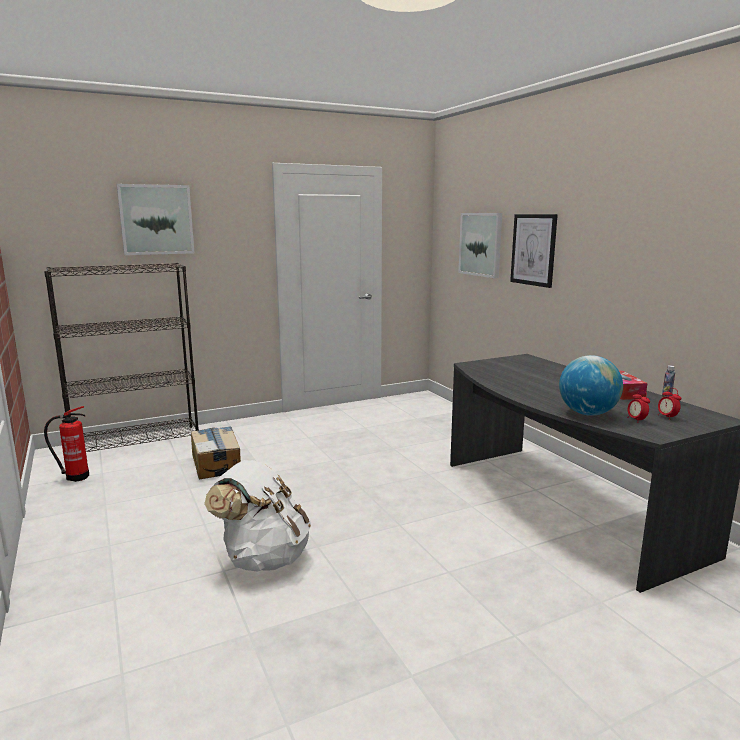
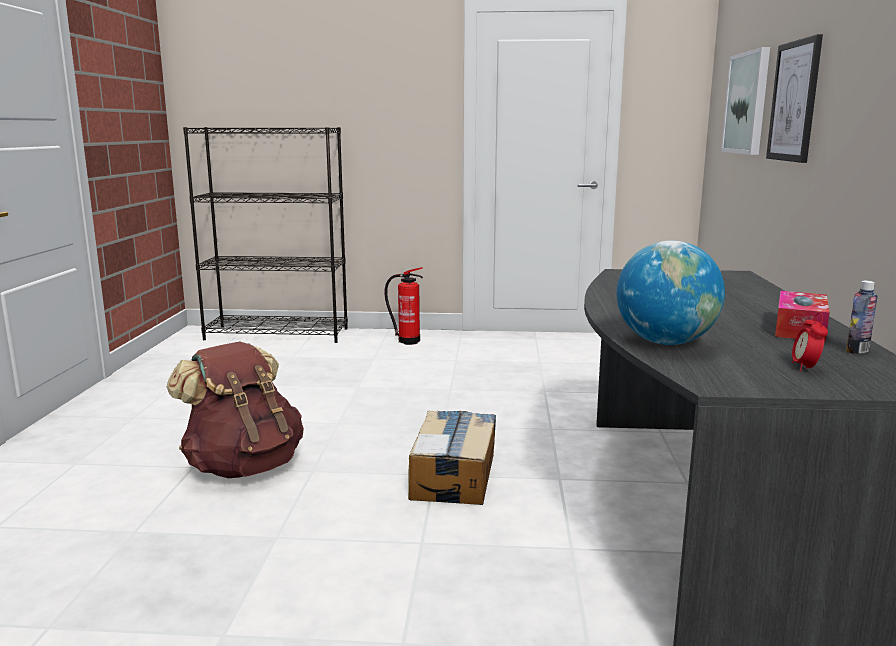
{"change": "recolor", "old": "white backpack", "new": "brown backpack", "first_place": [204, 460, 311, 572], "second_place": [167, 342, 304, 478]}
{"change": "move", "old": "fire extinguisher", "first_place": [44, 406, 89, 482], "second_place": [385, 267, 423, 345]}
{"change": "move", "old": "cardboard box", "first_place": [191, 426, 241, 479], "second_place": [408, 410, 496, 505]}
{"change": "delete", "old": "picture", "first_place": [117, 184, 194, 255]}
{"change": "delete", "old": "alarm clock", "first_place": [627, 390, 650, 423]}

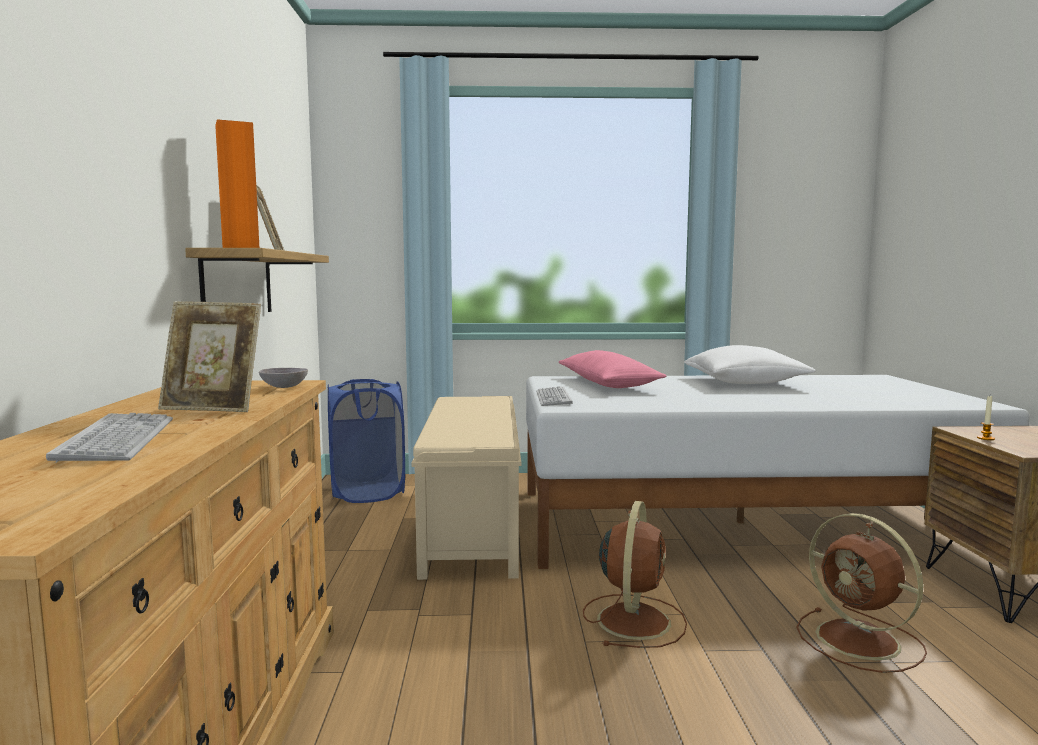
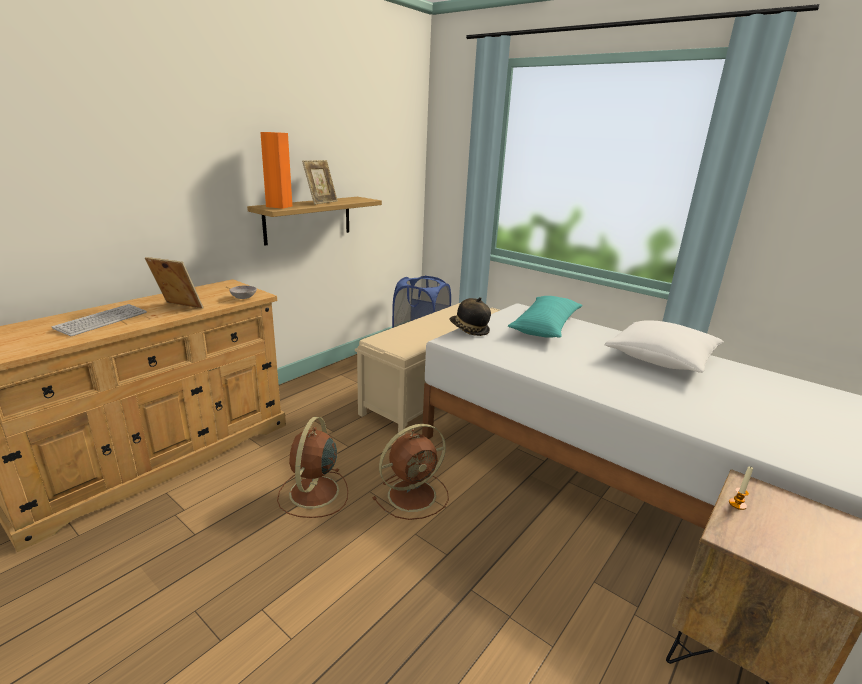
{"change": "rotate", "old": "picture frame", "first_place": [158, 301, 261, 412], "second_place": [145, 257, 204, 309], "degrees": 150}
{"change": "move", "old": "brown fan", "first_place": [796, 513, 927, 673], "second_place": [277, 417, 348, 518]}
{"change": "replace", "old": "keyboard", "new": "hat", "first_place": [536, 386, 573, 406], "second_place": [450, 297, 491, 336]}
{"change": "recolor", "old": "pink pillow", "new": "turquoise pillow", "first_place": [559, 350, 667, 388], "second_place": [508, 296, 582, 338]}

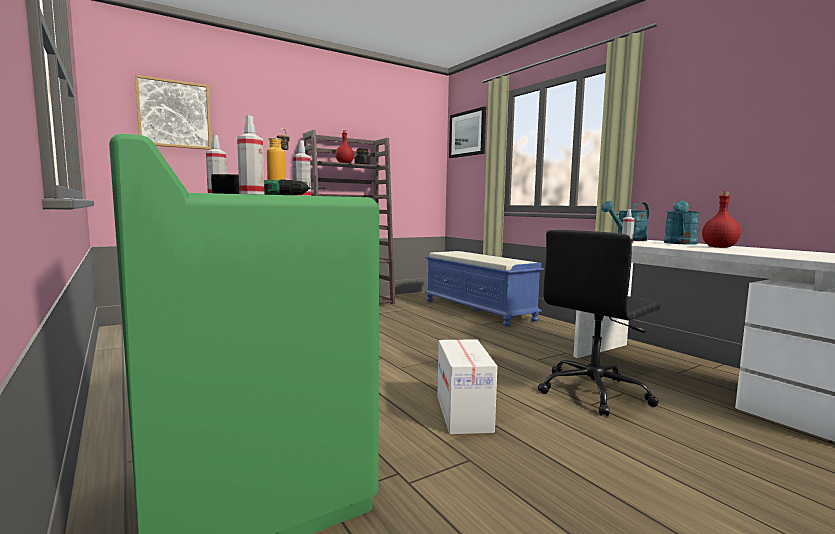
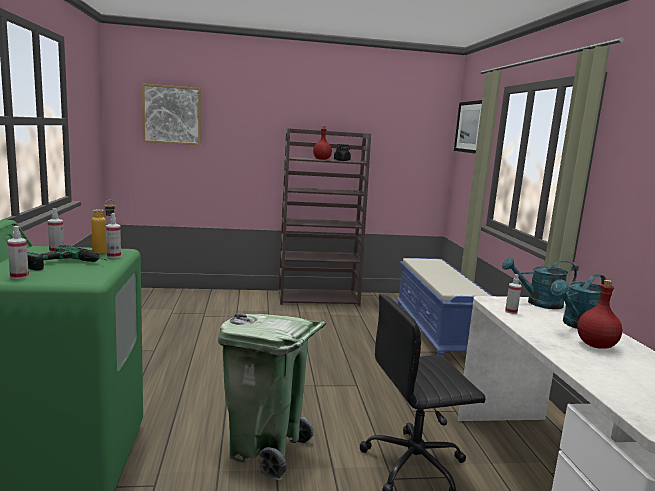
{"change": "replace", "old": "cardboard box", "new": "green trash can", "first_place": [437, 339, 497, 434], "second_place": [218, 313, 326, 480]}

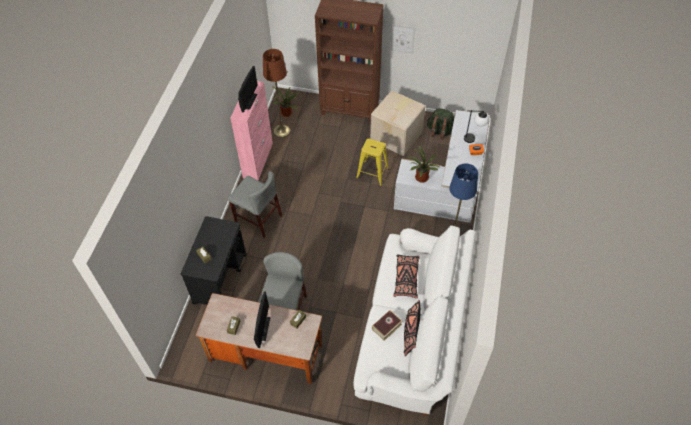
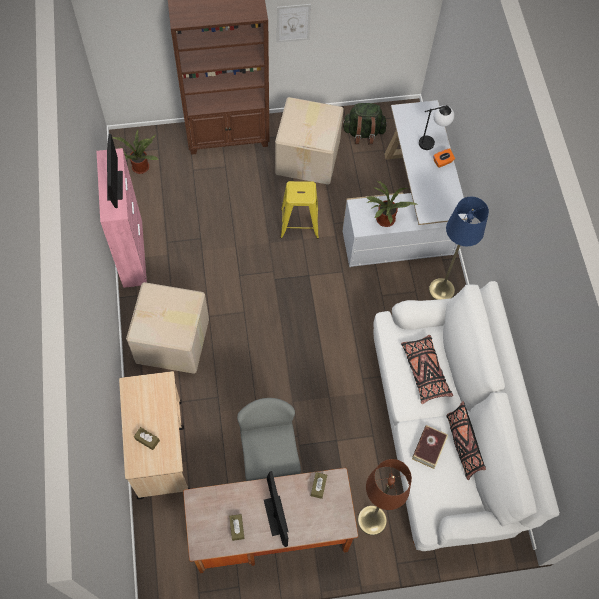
{"change": "recolor", "old": "black cart", "new": "beige cart", "first_place": [181, 216, 247, 305], "second_place": [119, 371, 190, 499]}
{"change": "replace", "old": "grey chair", "new": "cardboard box", "first_place": [228, 171, 282, 238], "second_place": [126, 282, 209, 374]}
{"change": "move", "old": "brown floor lamp", "first_place": [263, 49, 290, 138], "second_place": [358, 459, 412, 535]}

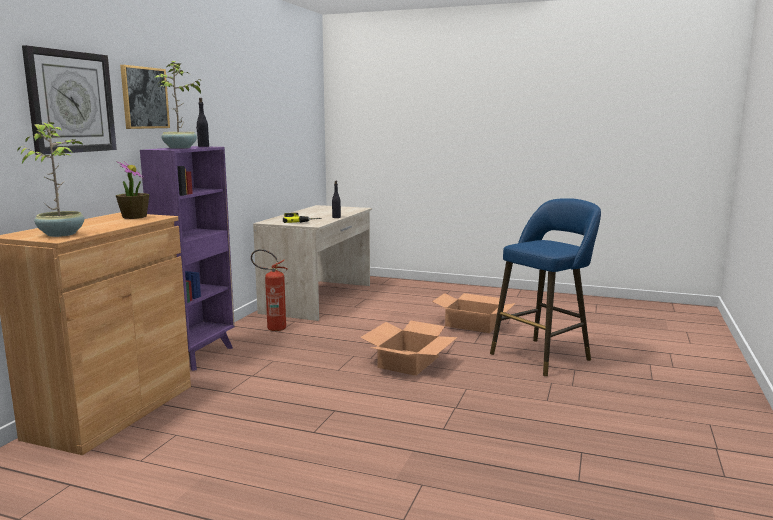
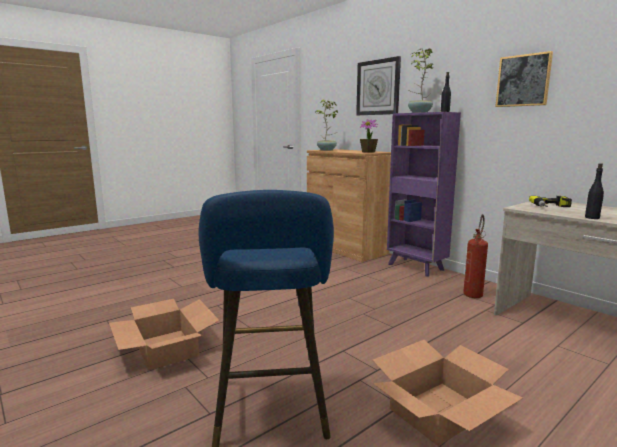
{"change": "move", "old": "cardboard box", "first_place": [360, 320, 458, 376], "second_place": [109, 299, 219, 370]}
{"change": "move", "old": "picture", "first_place": [120, 65, 170, 129], "second_place": [495, 51, 553, 107]}

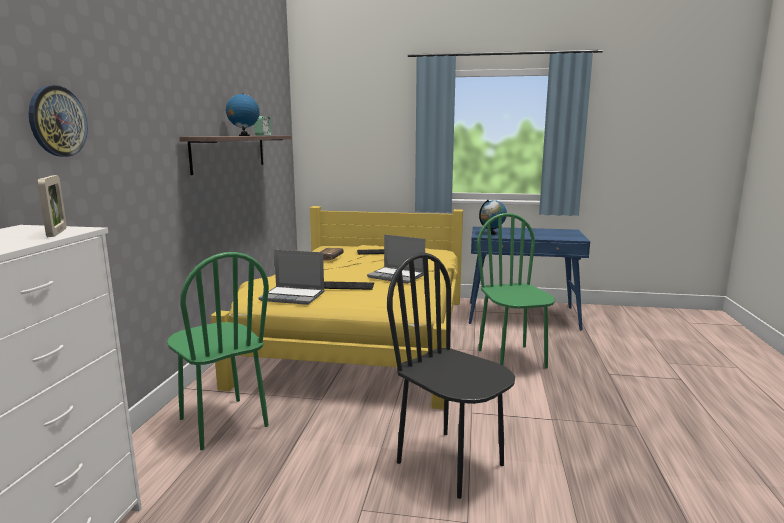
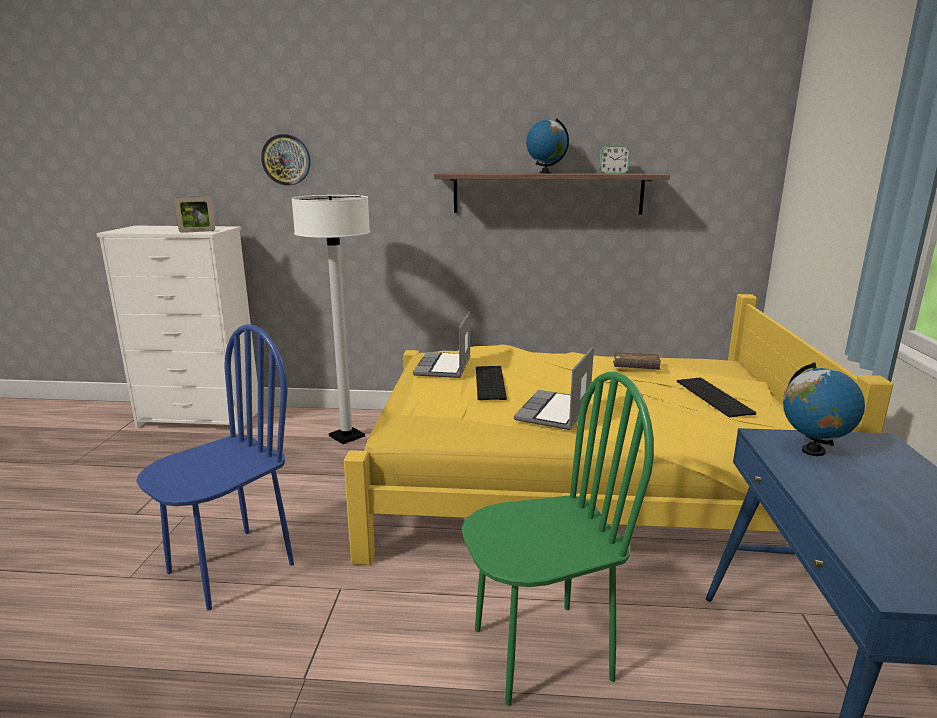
{"change": "recolor", "old": "black chair", "new": "blue chair", "first_place": [387, 252, 515, 499], "second_place": [136, 324, 294, 611]}
{"change": "replace", "old": "green chair", "new": "white floor lamp", "first_place": [167, 252, 269, 450], "second_place": [291, 195, 370, 444]}

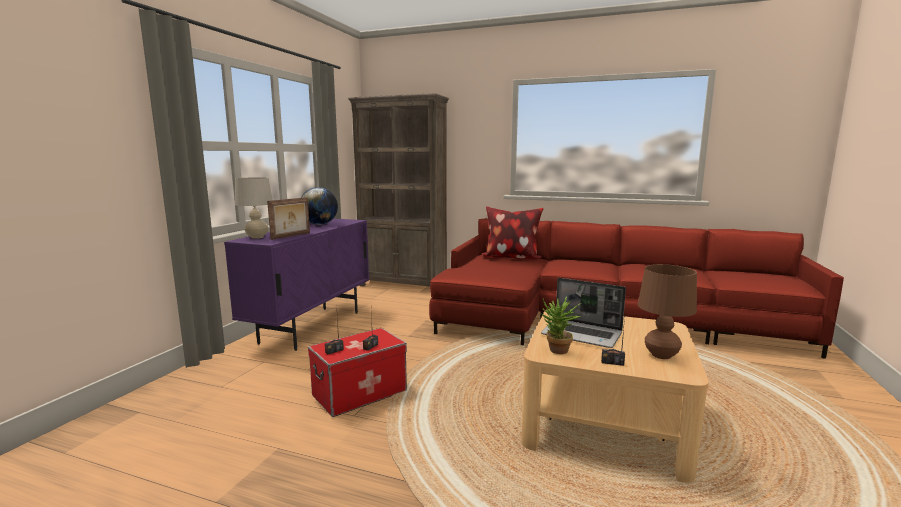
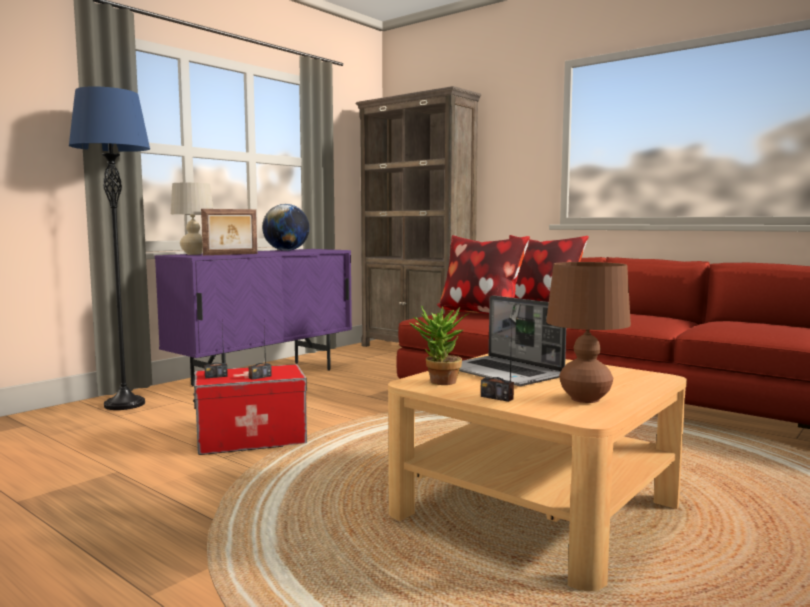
{"change": "insert", "new": "blue floor lamp", "second_place": [69, 86, 150, 410]}
{"change": "insert", "new": "pillow", "second_place": [436, 235, 530, 314]}

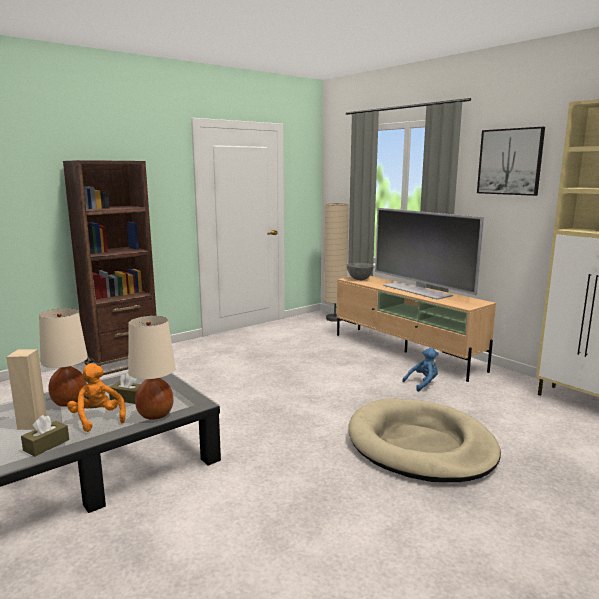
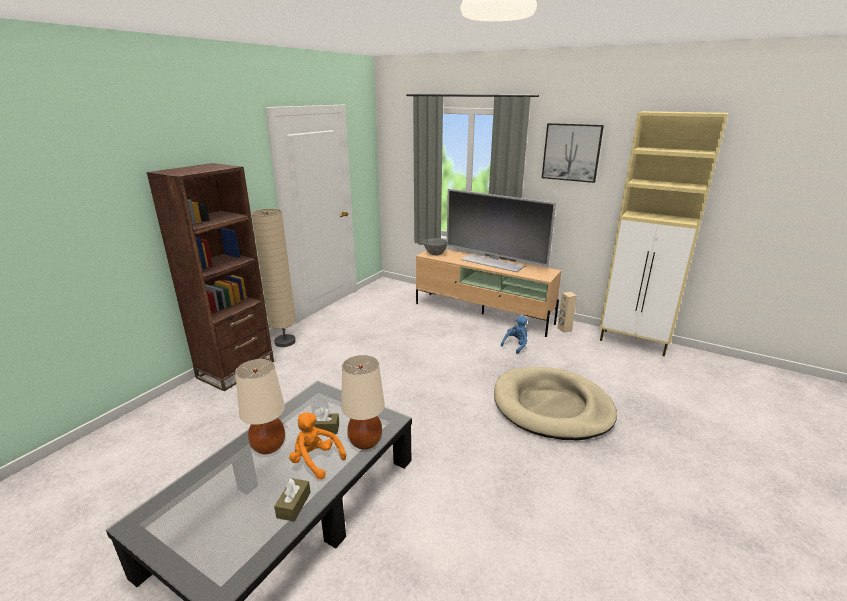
{"change": "move", "old": "beige floor lamp", "first_place": [324, 203, 349, 322], "second_place": [251, 208, 296, 347]}
{"change": "move", "old": "beige speaker", "first_place": [7, 349, 47, 430], "second_place": [557, 292, 577, 333]}

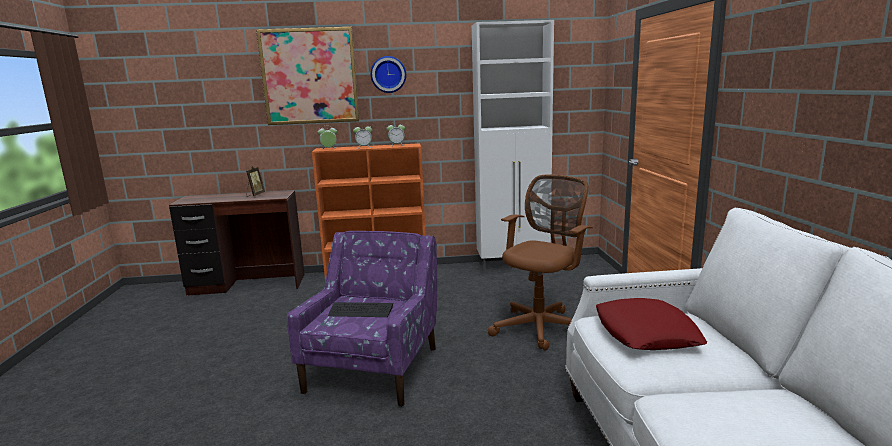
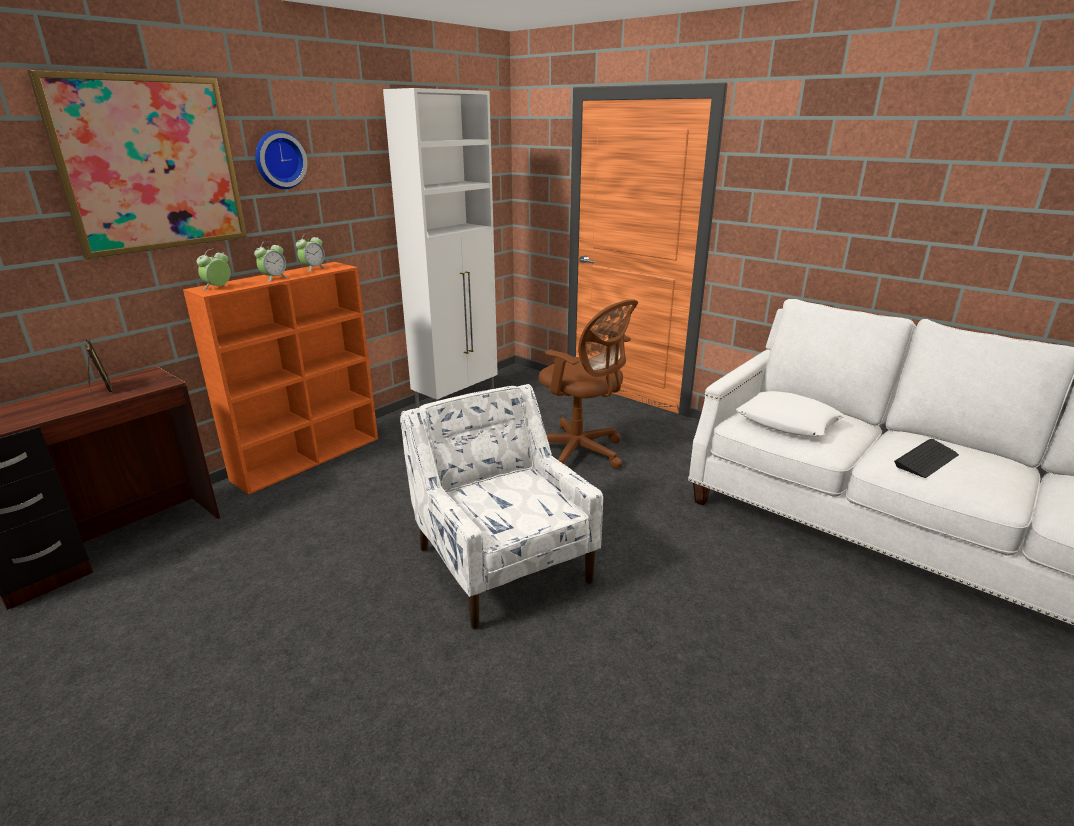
{"change": "recolor", "old": "purple armchair", "new": "white armchair", "first_place": [287, 231, 437, 407], "second_place": [400, 384, 603, 629]}
{"change": "rotate", "old": "brown office chair", "first_place": [488, 174, 593, 351], "second_place": [539, 299, 638, 469], "degrees": 135}
{"change": "recolor", "old": "red pillow", "new": "white pillow", "first_place": [596, 298, 707, 350], "second_place": [736, 391, 844, 436]}
{"change": "move", "old": "keyboard", "first_place": [328, 302, 393, 317], "second_place": [894, 439, 959, 478]}

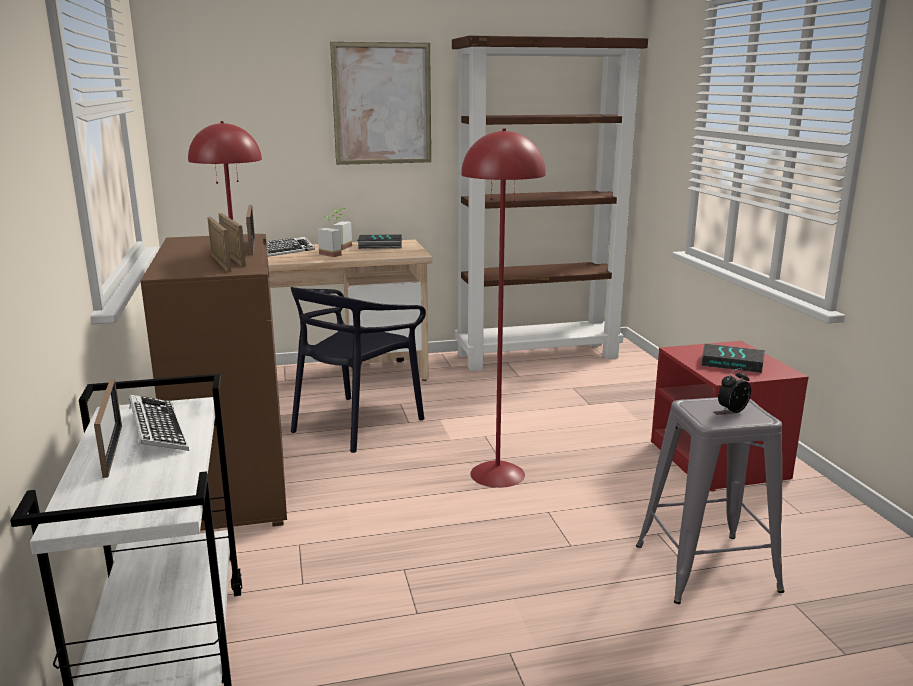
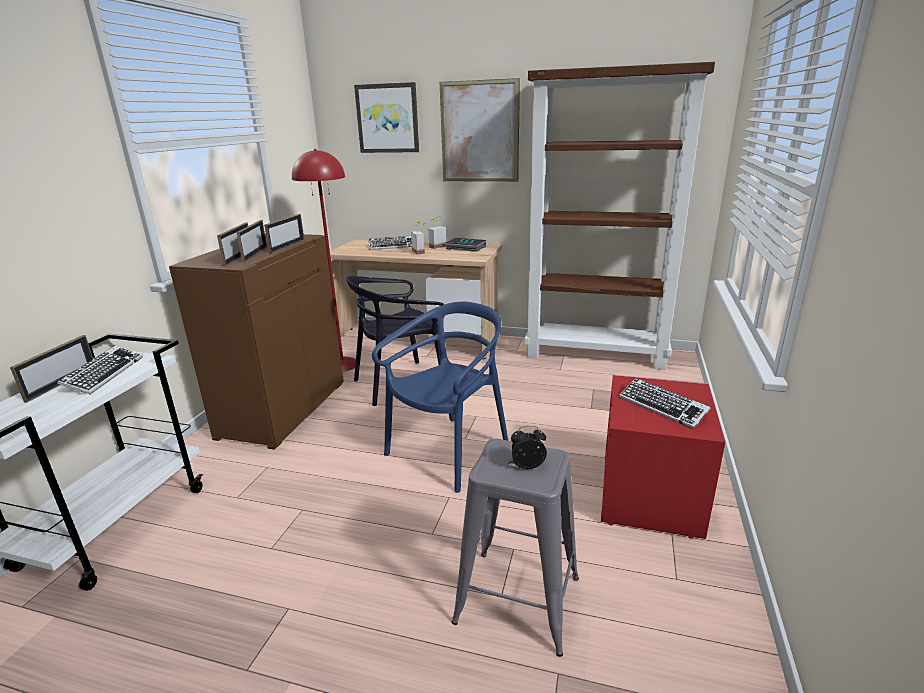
{"change": "insert", "new": "picture", "second_place": [354, 82, 419, 153]}
{"change": "replace", "old": "red floor lamp", "new": "blue chair", "first_place": [461, 128, 546, 488], "second_place": [372, 302, 508, 493]}
{"change": "replace", "old": "book", "new": "keyboard", "first_place": [701, 344, 765, 373], "second_place": [619, 378, 710, 429]}

